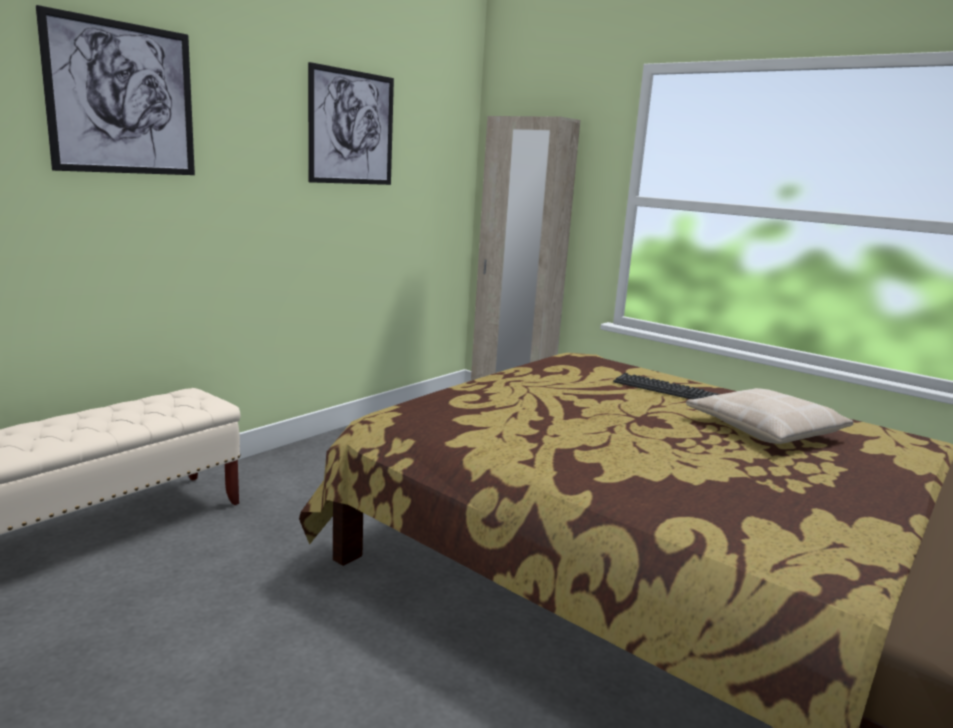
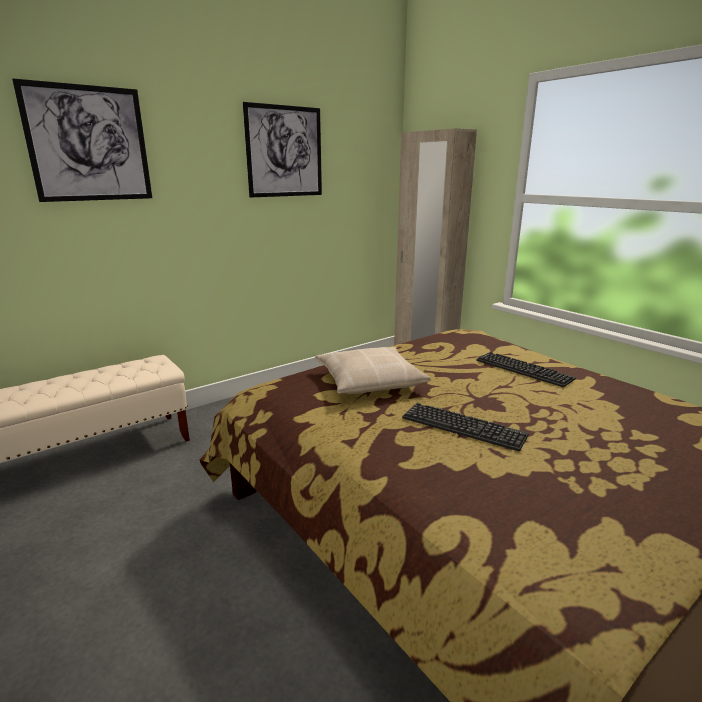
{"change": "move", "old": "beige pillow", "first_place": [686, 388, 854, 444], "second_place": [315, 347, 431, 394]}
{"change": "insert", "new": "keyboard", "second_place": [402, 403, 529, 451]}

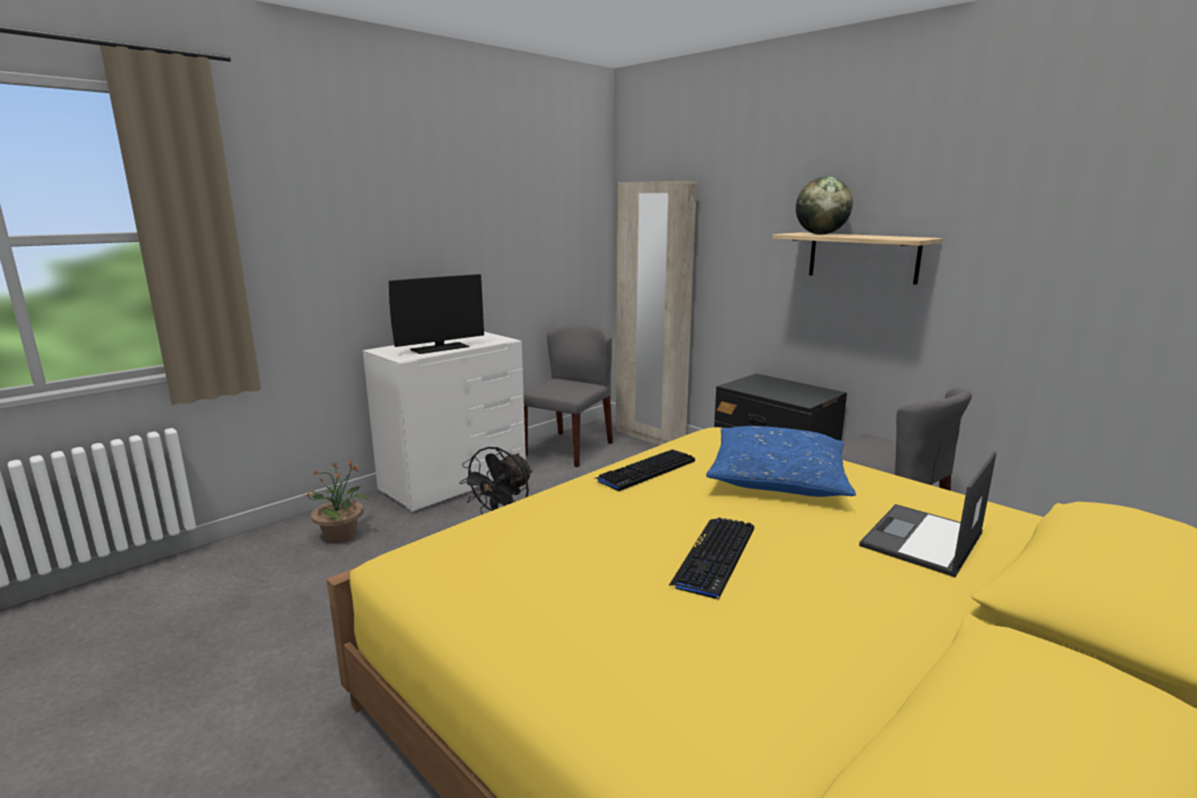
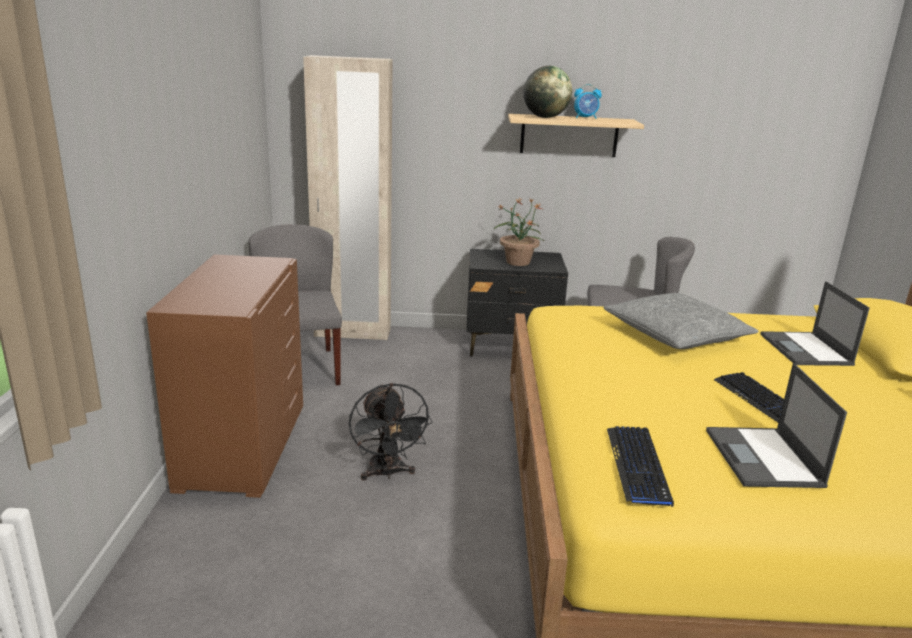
{"change": "recolor", "old": "white dresser", "new": "brown dresser", "first_place": [363, 332, 526, 514], "second_place": [146, 254, 303, 498]}
{"change": "move", "old": "potted plant", "first_place": [305, 459, 367, 543], "second_place": [493, 198, 544, 266]}
{"change": "insert", "new": "alarm clock", "second_place": [574, 84, 602, 119]}
{"change": "recolor", "old": "blue pillow", "new": "grey pillow", "first_place": [706, 426, 856, 497], "second_place": [604, 293, 759, 349]}
{"change": "move", "old": "keyboard", "first_place": [593, 449, 695, 492], "second_place": [607, 426, 674, 507]}
{"change": "insert", "new": "laptop", "second_place": [706, 363, 847, 488]}
{"change": "delete", "old": "monitor", "first_place": [389, 274, 484, 354]}

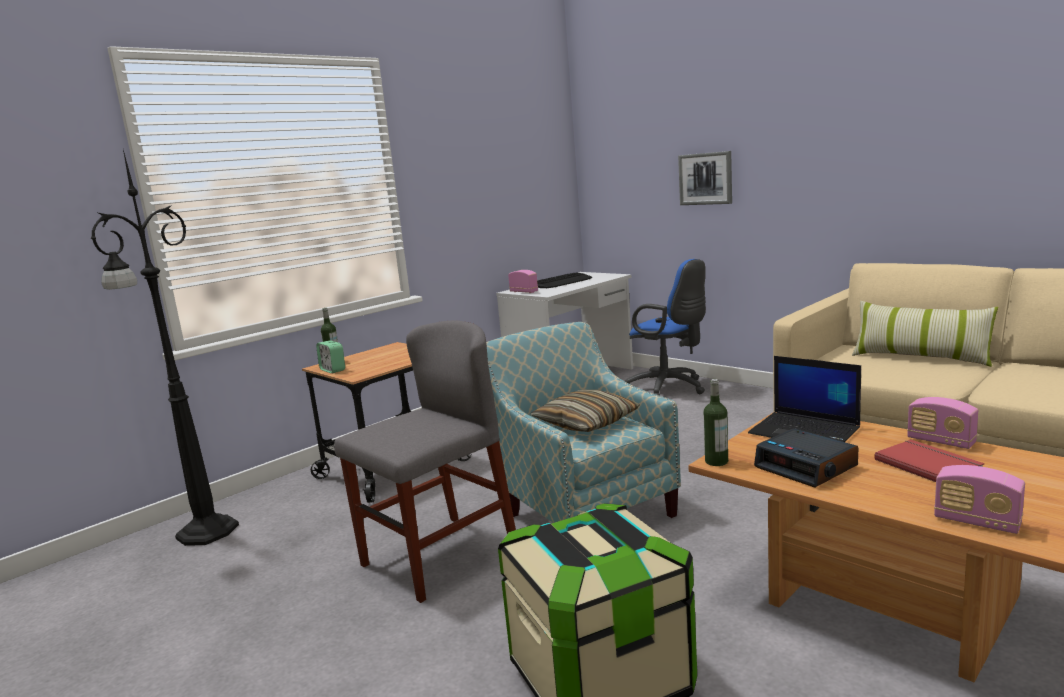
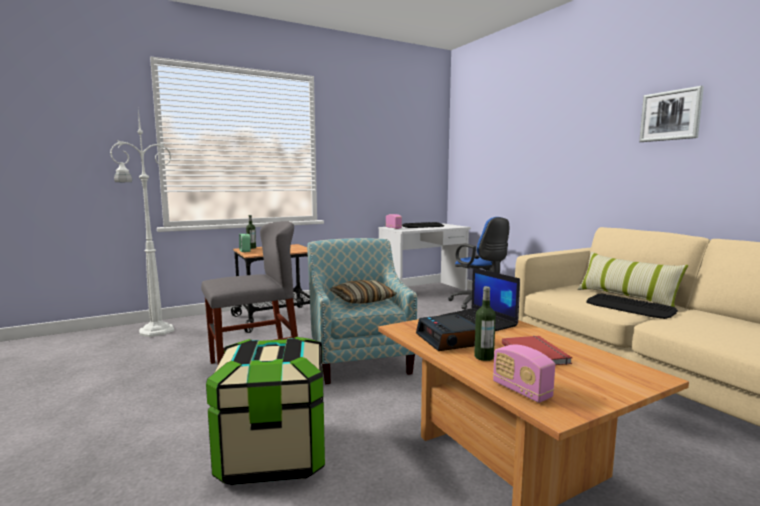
{"change": "recolor", "old": "black floor lamp", "new": "white floor lamp", "first_place": [91, 150, 239, 546], "second_place": [110, 110, 174, 337]}
{"change": "move", "old": "bottle", "first_place": [704, 379, 728, 466], "second_place": [474, 286, 496, 361]}
{"change": "insert", "new": "keyboard", "second_place": [586, 294, 678, 319]}
{"change": "move", "old": "picture", "first_place": [678, 151, 732, 205], "second_place": [639, 86, 704, 142]}
{"change": "delete", "old": "radio", "first_place": [907, 397, 978, 449]}

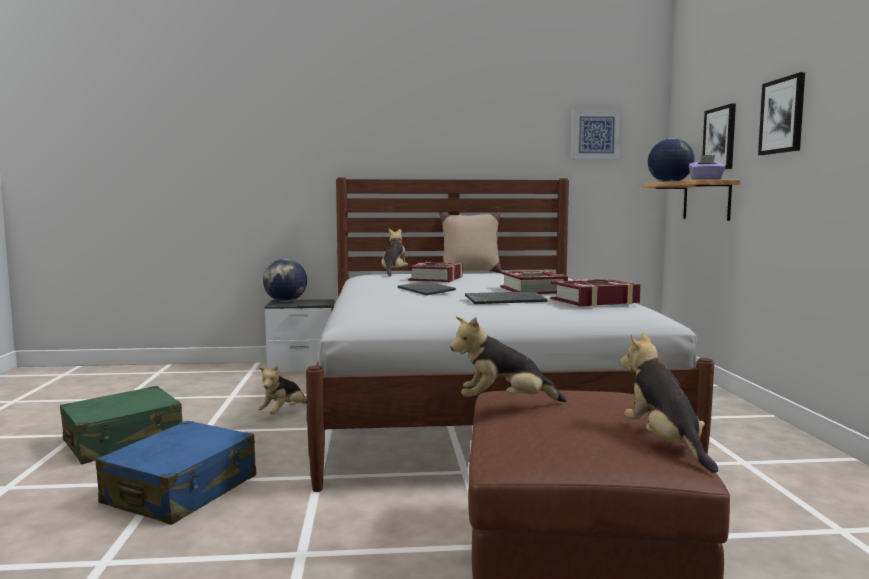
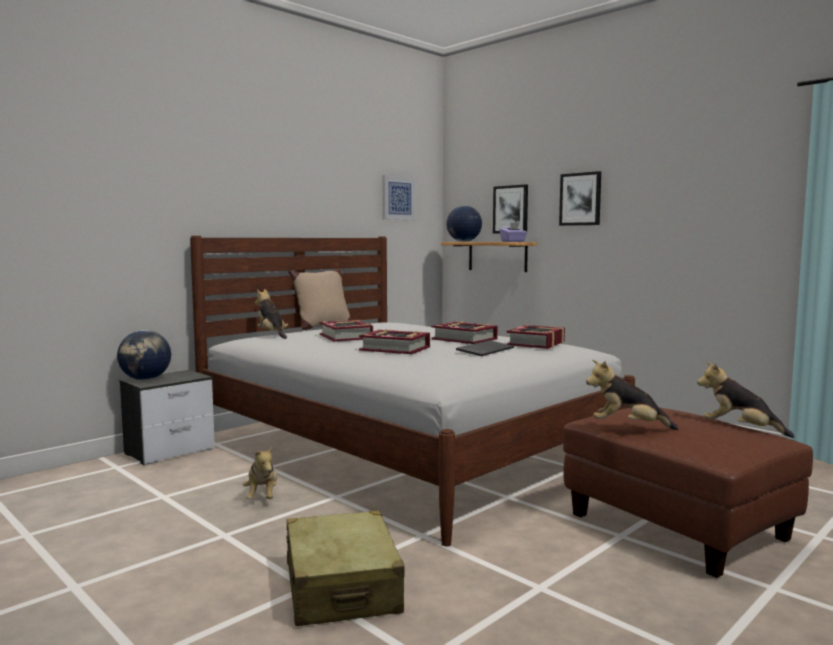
{"change": "recolor", "old": "blue suitcase", "new": "beige suitcase", "first_place": [96, 421, 256, 525], "second_place": [286, 510, 405, 626]}
{"change": "replace", "old": "keyboard", "new": "book", "first_place": [398, 281, 456, 296], "second_place": [359, 329, 430, 354]}
{"change": "rotate", "old": "plush toy", "first_place": [450, 316, 567, 402], "second_place": [586, 360, 679, 430], "degrees": 60}
{"change": "delete", "old": "green suitcase", "first_place": [60, 386, 183, 464]}

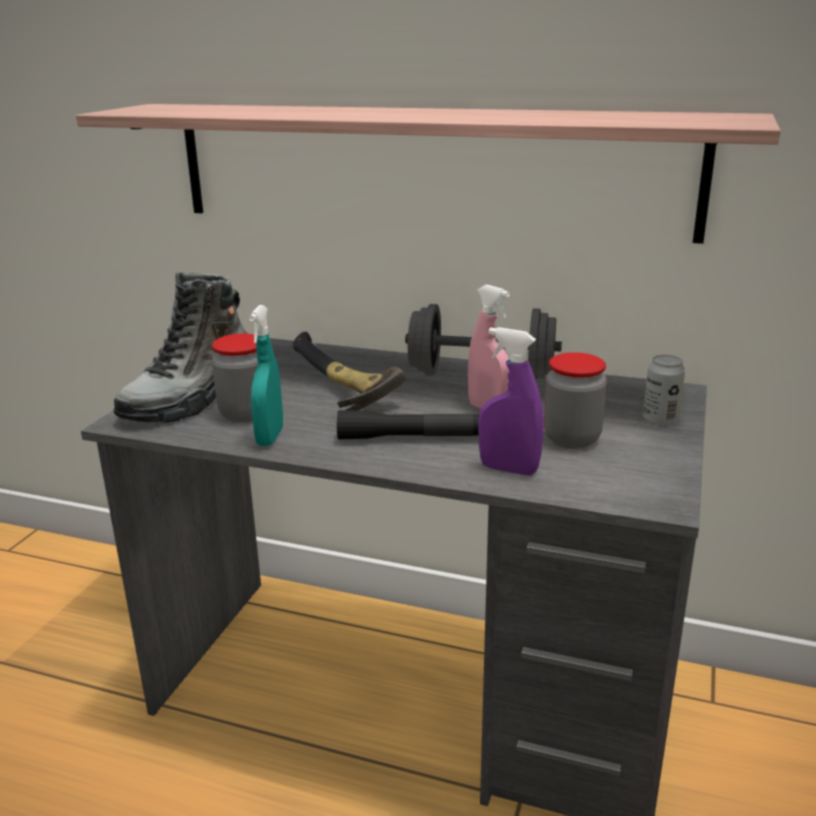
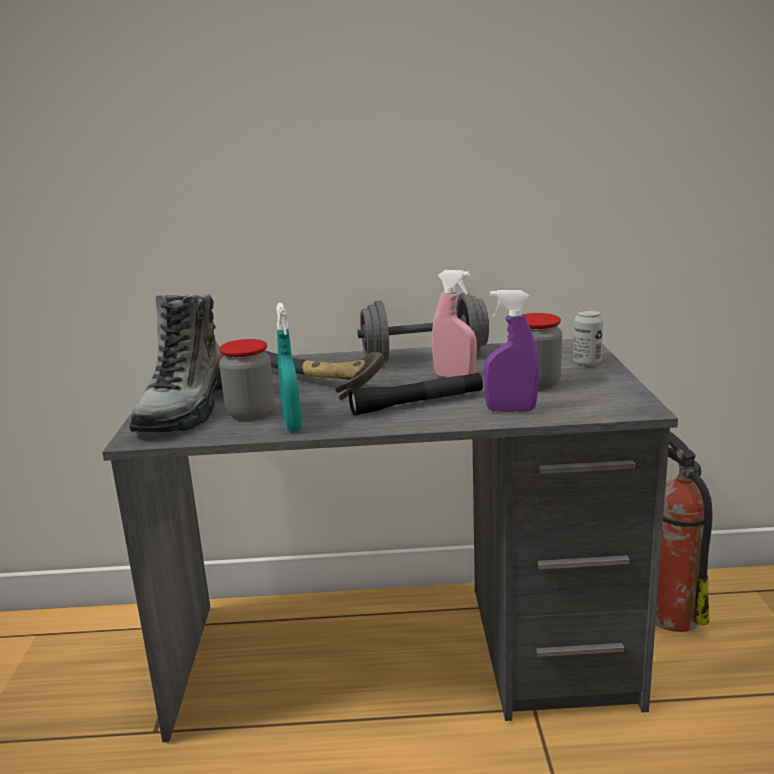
{"change": "insert", "new": "fire extinguisher", "second_place": [655, 431, 712, 632]}
{"change": "delete", "old": "shelf", "first_place": [76, 104, 781, 244]}

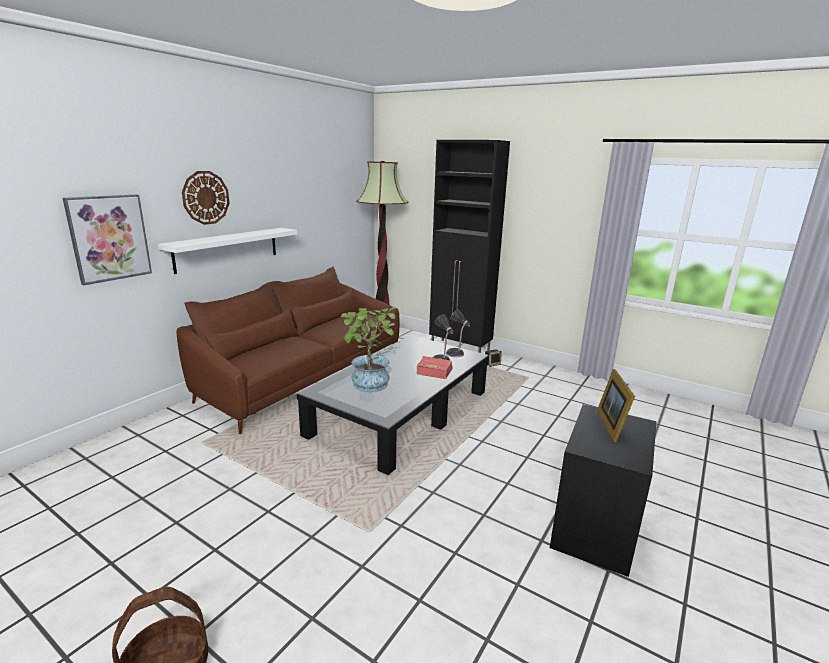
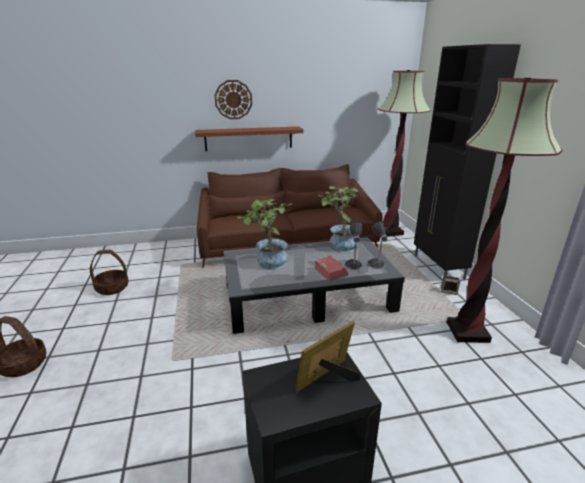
{"change": "insert", "new": "basket", "second_place": [90, 250, 129, 295]}
{"change": "recolor", "old": "white shelf", "new": "brown shelf", "first_place": [158, 228, 297, 274], "second_place": [195, 126, 303, 152]}
{"change": "insert", "new": "potted plant", "second_place": [318, 186, 359, 253]}
{"change": "insert", "new": "floor lamp", "second_place": [447, 78, 563, 343]}
{"change": "delete", "old": "picture", "first_place": [63, 194, 152, 285]}

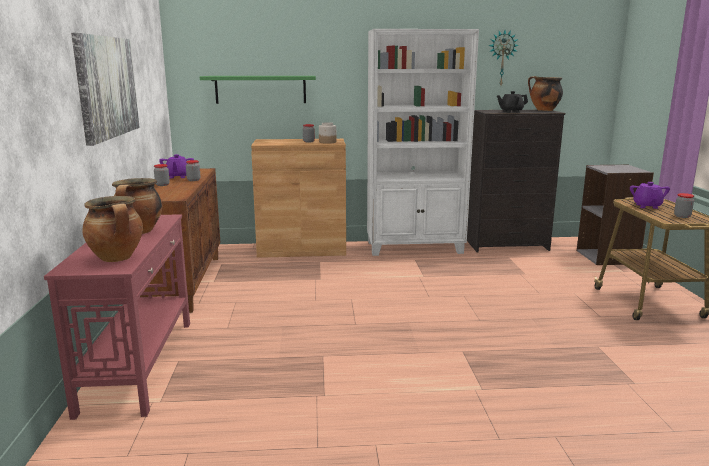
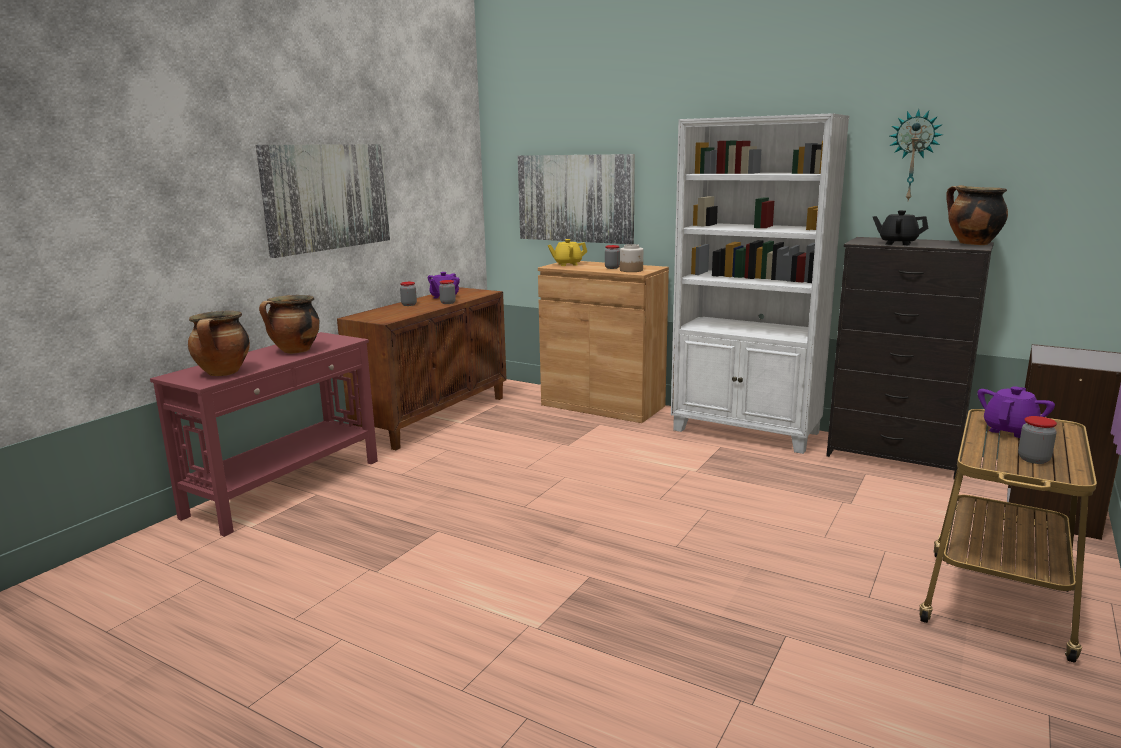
{"change": "replace", "old": "green shelf", "new": "picture", "first_place": [200, 76, 316, 104], "second_place": [518, 154, 635, 244]}
{"change": "insert", "new": "yellow teapot", "second_place": [548, 239, 587, 266]}

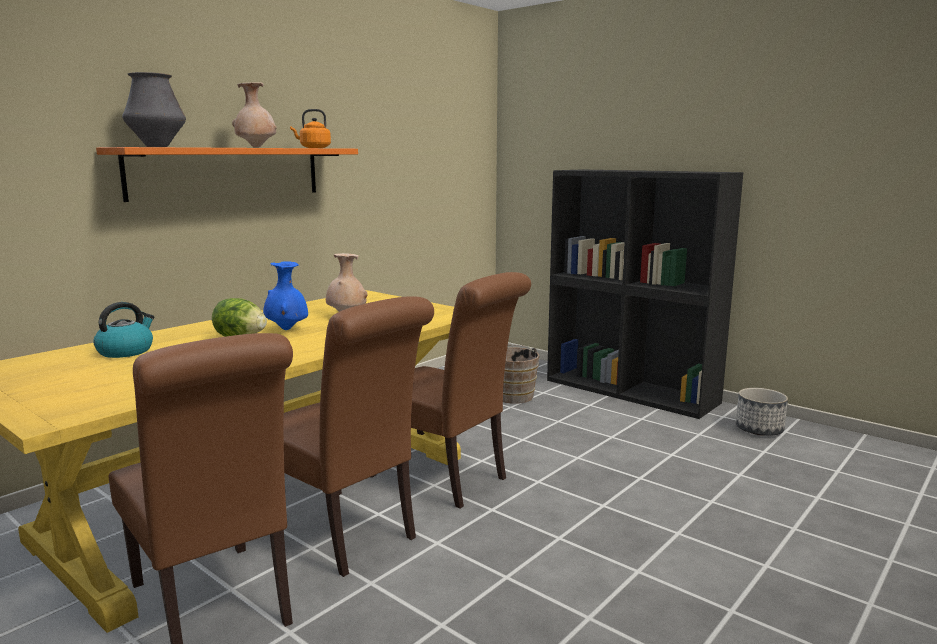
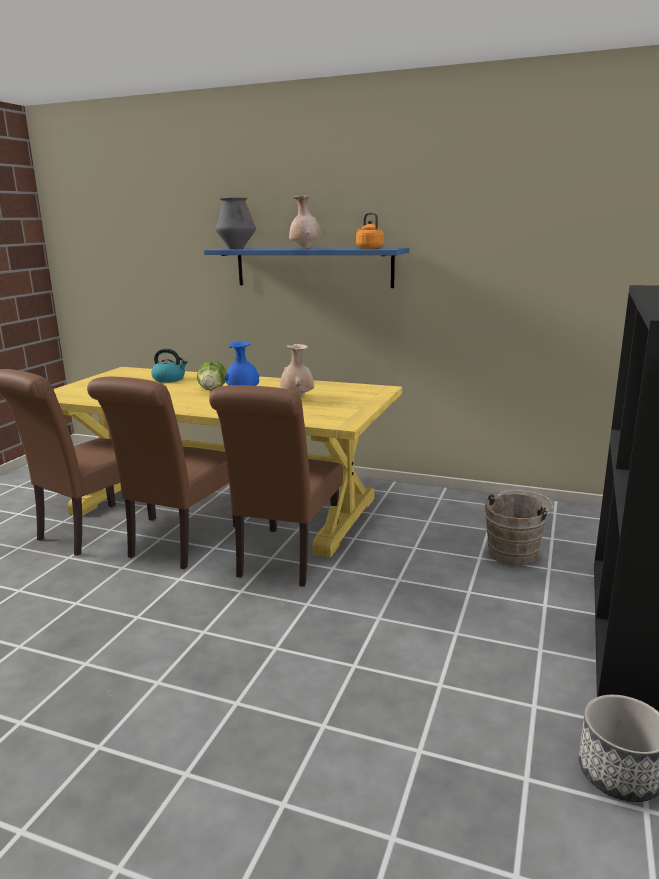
{"change": "recolor", "old": "orange shelf", "new": "blue shelf", "first_place": [96, 147, 358, 202], "second_place": [204, 247, 409, 288]}

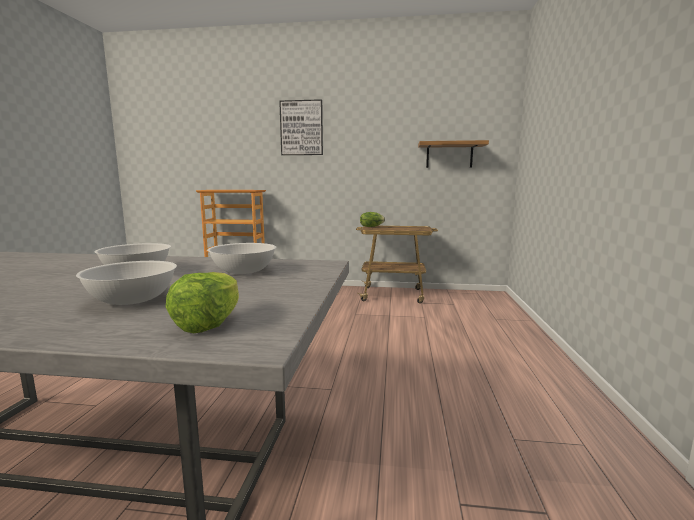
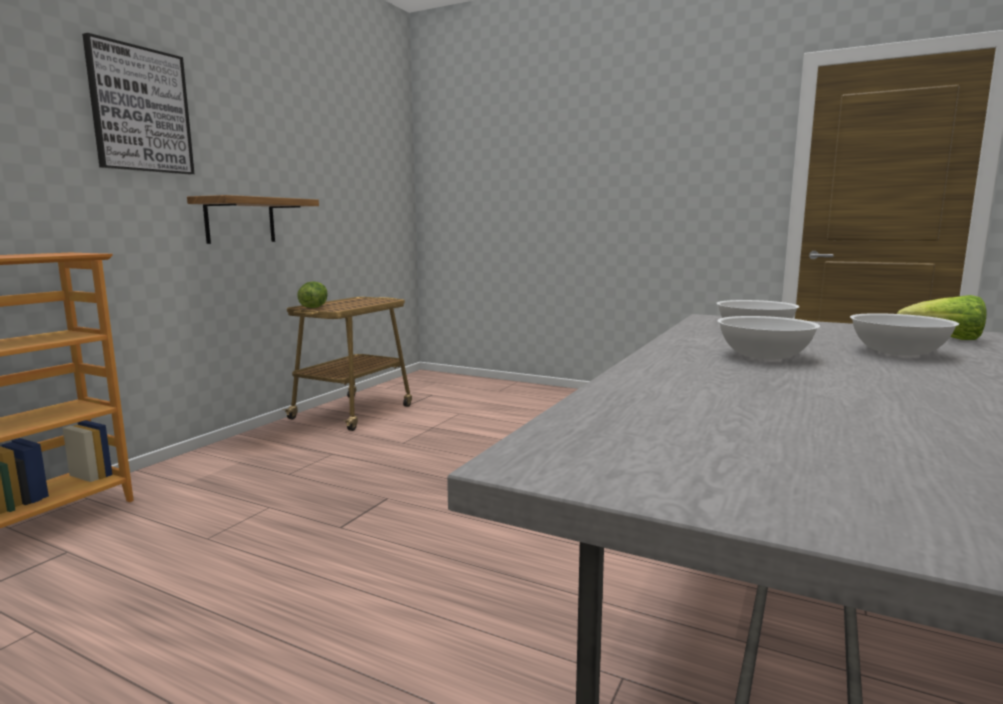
{"change": "move", "old": "shelf", "first_place": [418, 140, 489, 168], "second_place": [187, 195, 319, 244]}

